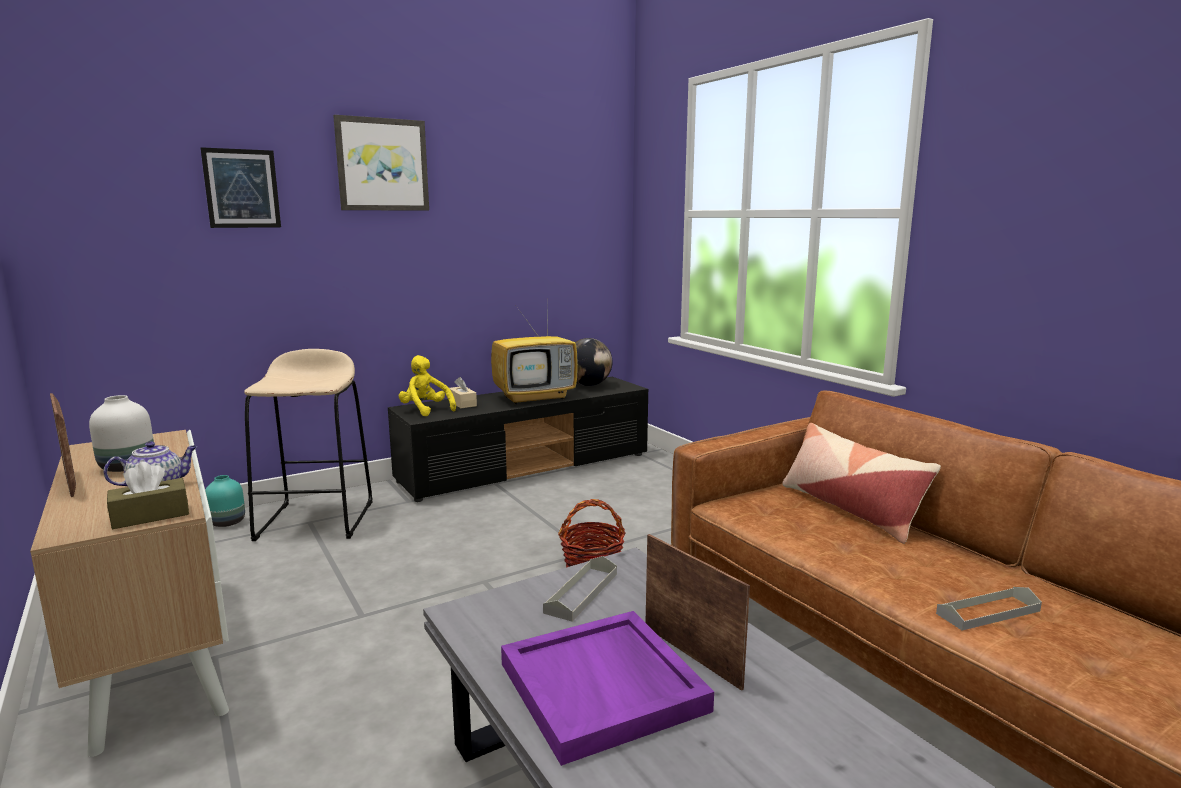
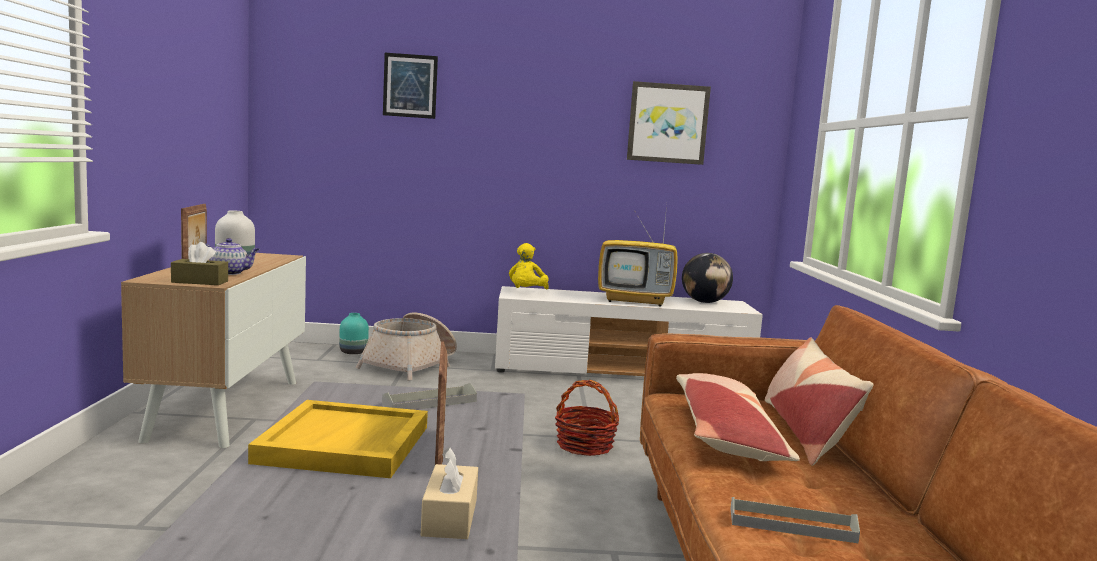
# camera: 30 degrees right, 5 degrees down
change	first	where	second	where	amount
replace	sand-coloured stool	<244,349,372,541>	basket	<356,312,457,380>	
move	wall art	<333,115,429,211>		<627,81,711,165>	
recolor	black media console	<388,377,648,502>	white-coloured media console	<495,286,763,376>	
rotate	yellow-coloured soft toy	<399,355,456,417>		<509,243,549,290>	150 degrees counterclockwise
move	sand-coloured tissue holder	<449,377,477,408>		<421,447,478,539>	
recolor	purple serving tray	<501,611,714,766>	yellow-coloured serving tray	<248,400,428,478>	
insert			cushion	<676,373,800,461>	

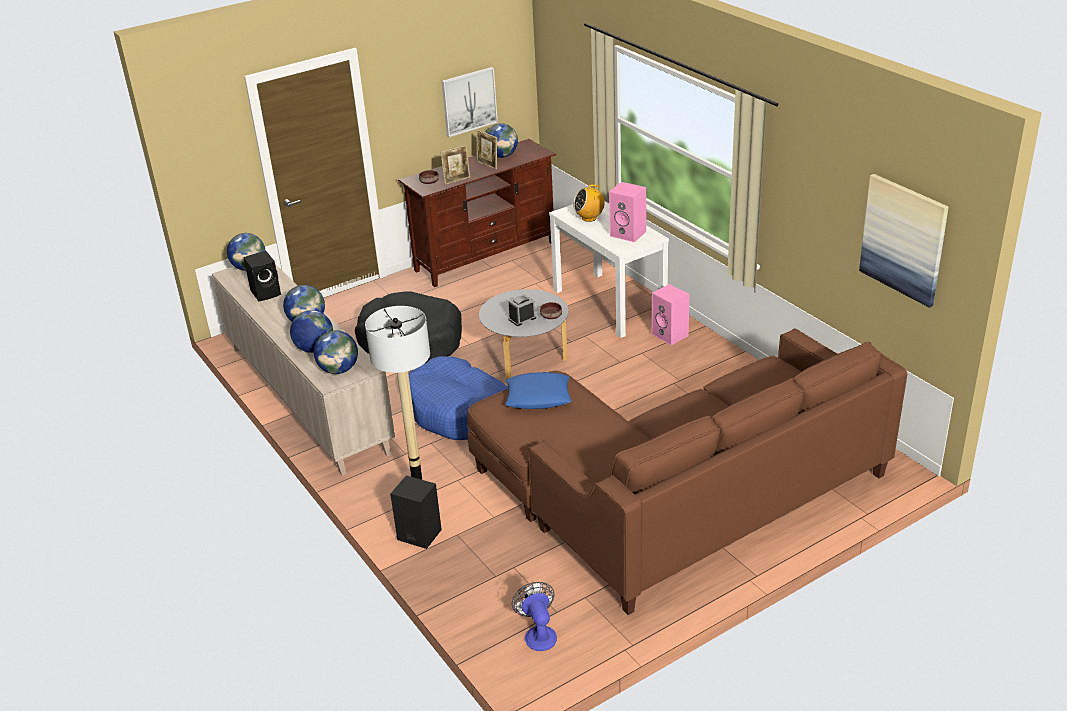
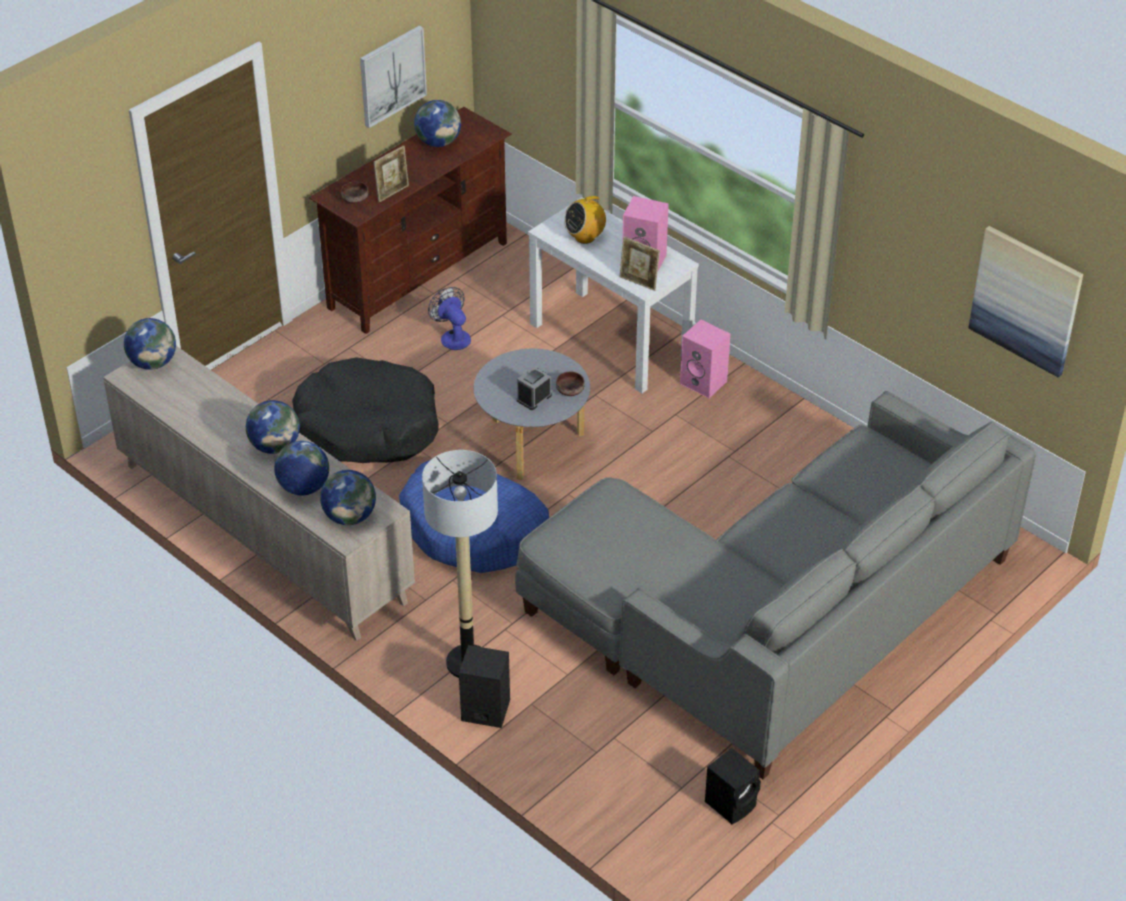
# camera: 15 degrees left, 10 degrees up
change	first	where	second	where	amount
move	black audio speaker	<243,251,281,301>		<705,748,761,824>	
recolor	brown sofa	<467,328,907,615>	gray sofa	<515,391,1036,780>	
move	photo frame	<477,130,497,169>		<620,237,660,291>	
delete	bluish cushion	<505,372,572,409>			
move	electric fan	<512,582,557,651>		<428,287,471,350>	

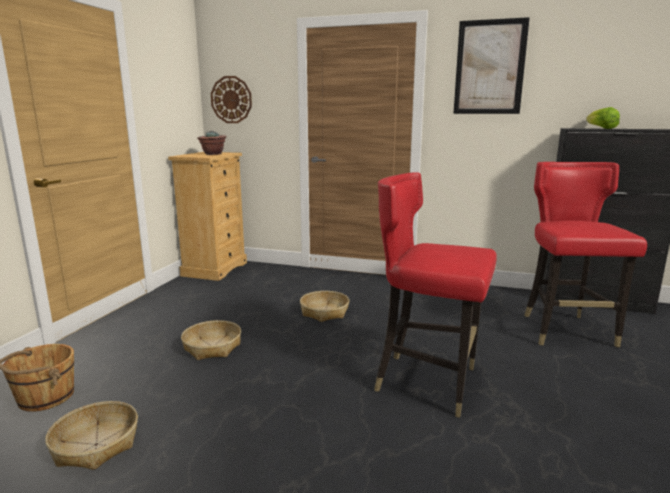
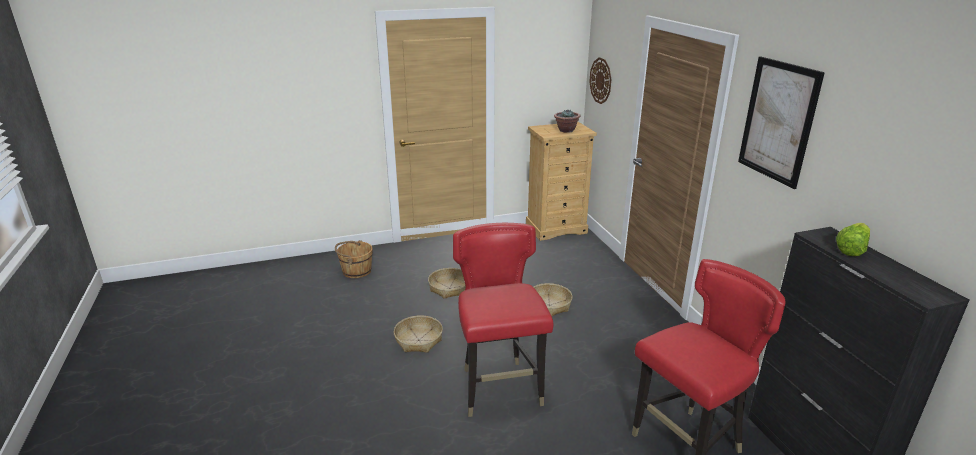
# camera: 55 degrees right, 10 degrees up
change	first	where	second	where	amount
move	basket	<45,401,138,470>		<394,315,443,353>	

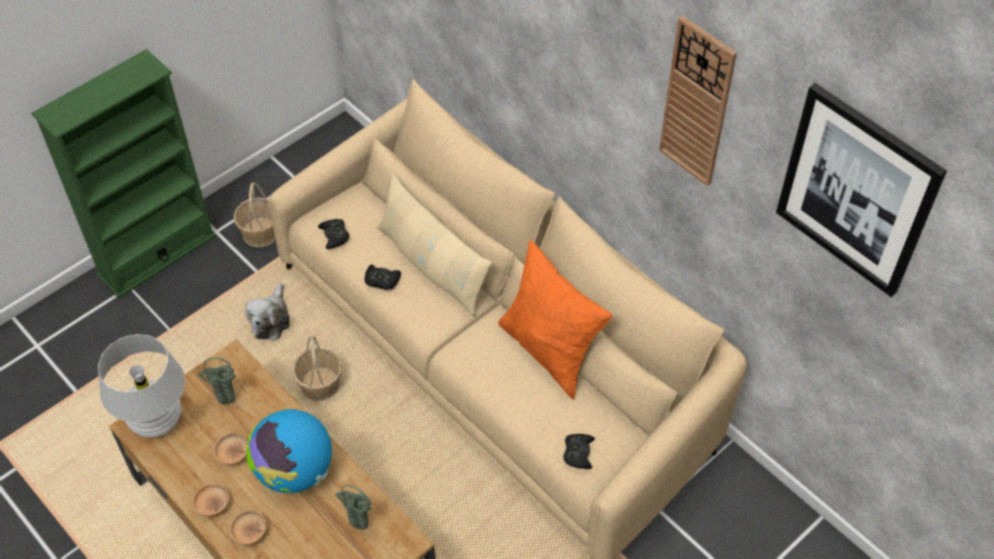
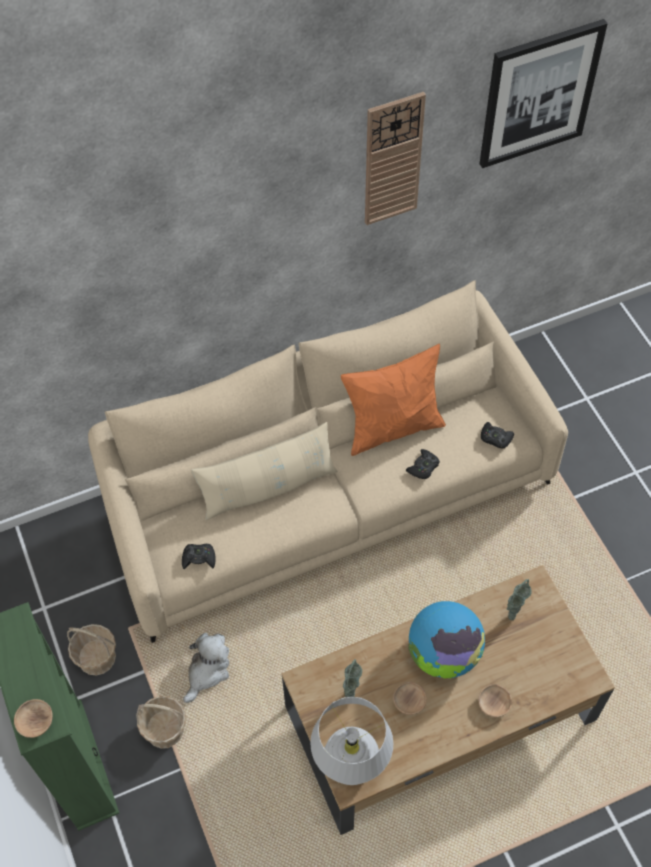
# camera: 70 degrees left, 5 degrees up
change	first	where	second	where	amount
move	brown deep dish	<192,484,229,516>		<14,699,53,738>	
rotate	soft toy	<245,283,290,341>		<183,633,229,703>	90 degrees counterclockwise
move	basket	<292,336,342,401>		<136,696,186,749>	
move	black gamepad	<365,264,401,290>		<406,449,440,479>	

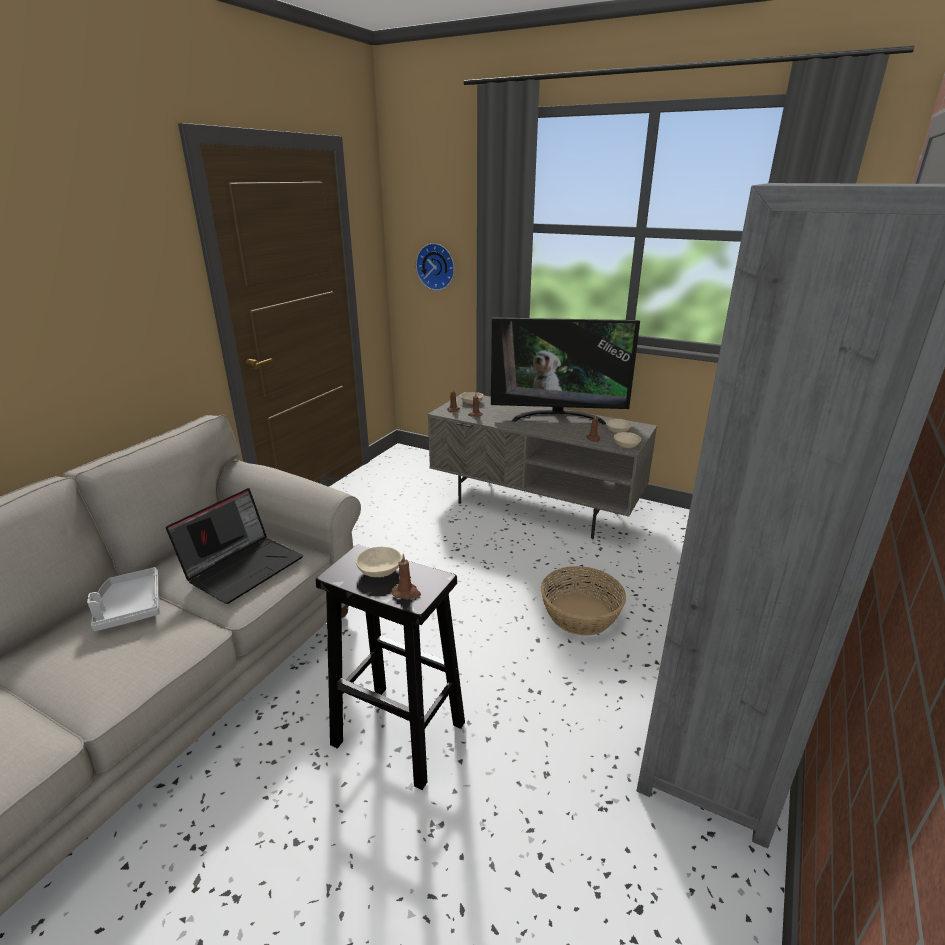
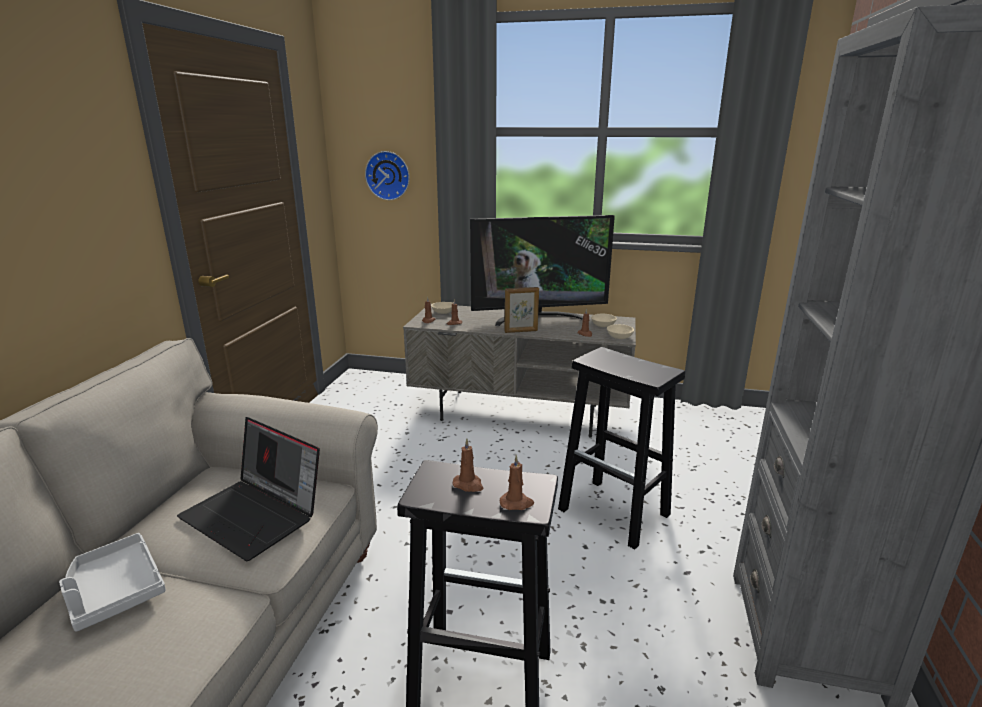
# camera: 15 degrees left, 5 degrees down
change	first	where	second	where	amount
rotate	notebook computer	<166,488,303,604>		<177,417,320,561>	105 degrees clockwise
replace	sand-coloured deep dish	<356,547,402,577>	brown candle	<453,438,483,492>	
replace	basket	<541,566,626,636>	black stool	<558,347,685,549>	
insert			photo frame	<504,287,539,333>	

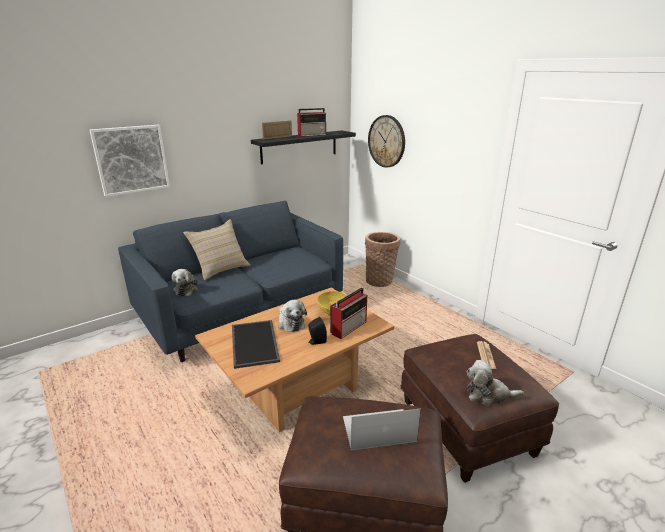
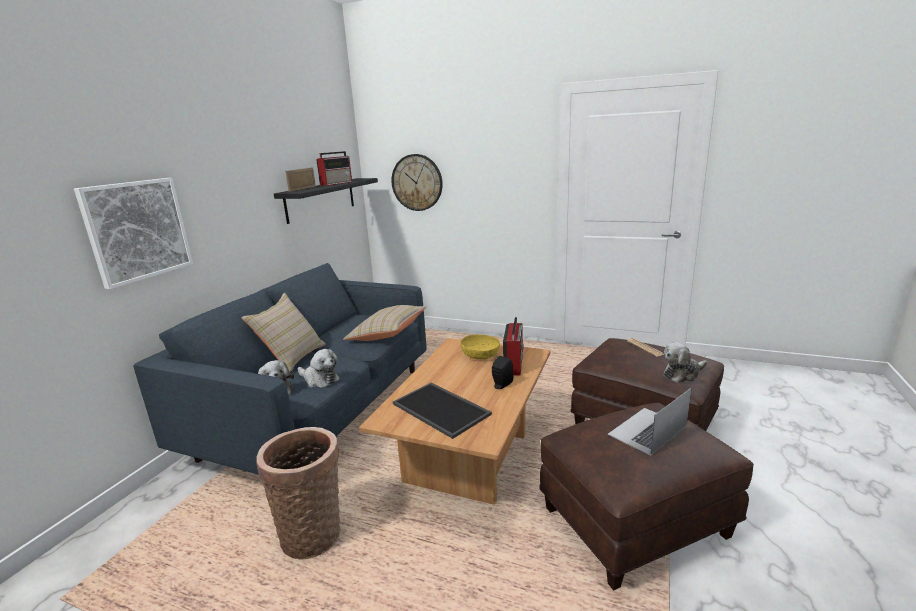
# camera: 30 degrees left, 5 degrees down
change	first	where	second	where	amount
move	soft toy	<278,300,307,332>		<298,349,340,388>	
move	basket	<365,232,400,287>		<256,427,340,560>	
insert			sand-coloured cushion	<343,305,426,341>	

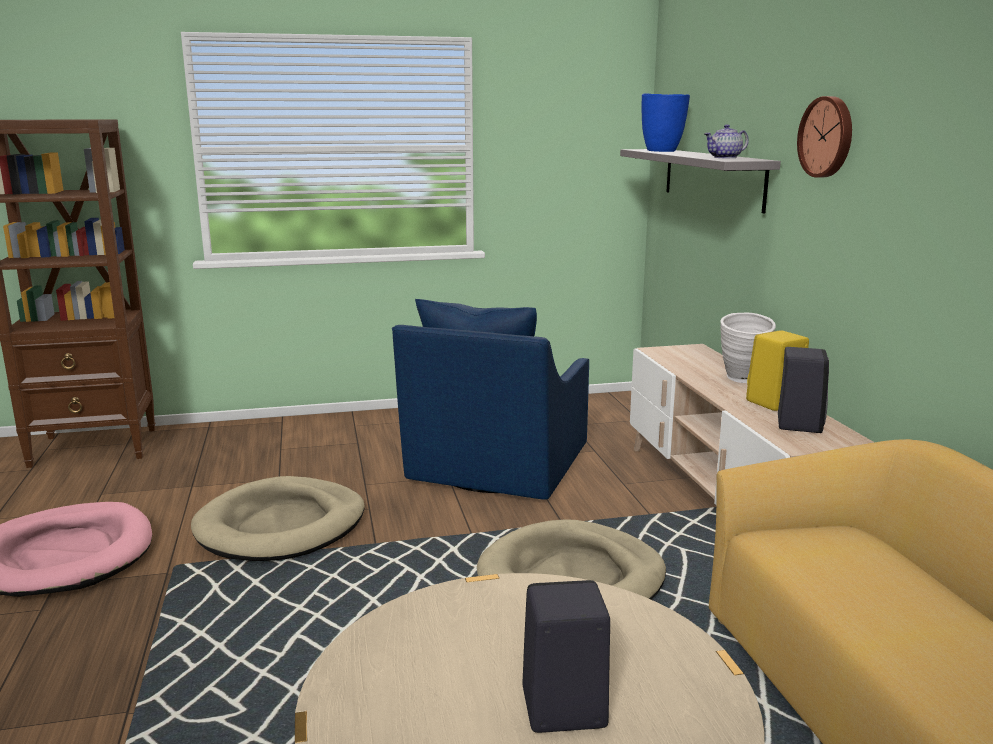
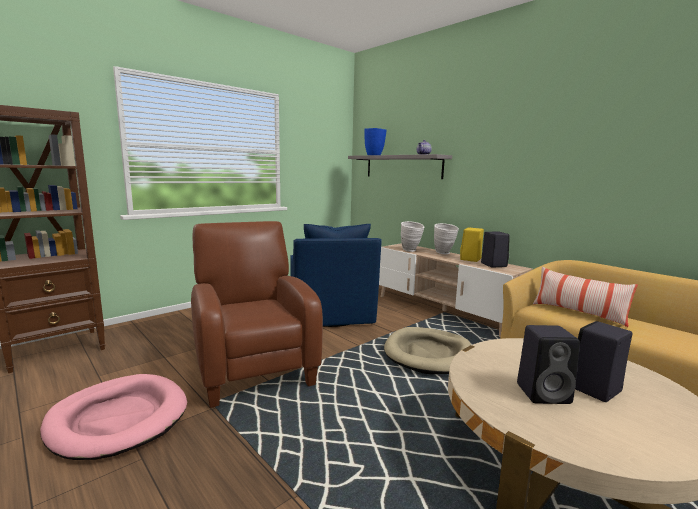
# camera: 30 degrees left, 5 degrees down
change	first	where	second	where	amount
replace	sand-coloured dog bed	<191,476,364,561>	brown armchair	<191,221,323,408>	
delete	clock on the wall	<797,96,852,178>			
insert			white-coloured vase	<401,221,425,252>	
insert			black audio speaker	<517,325,580,404>	
insert			cushion	<533,267,638,327>	

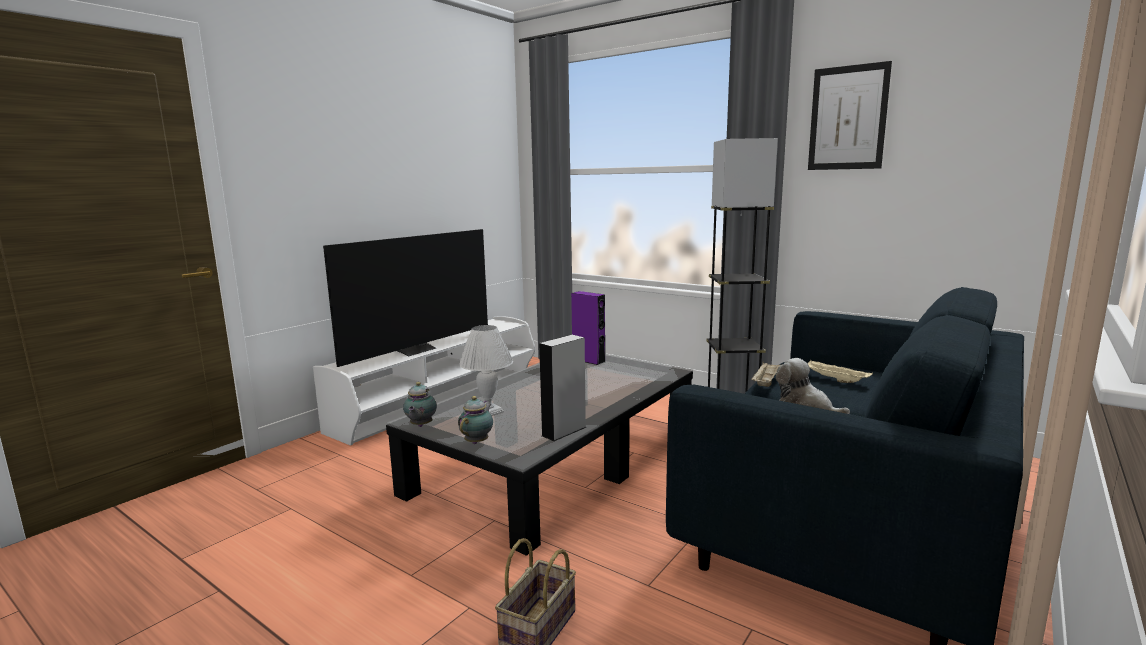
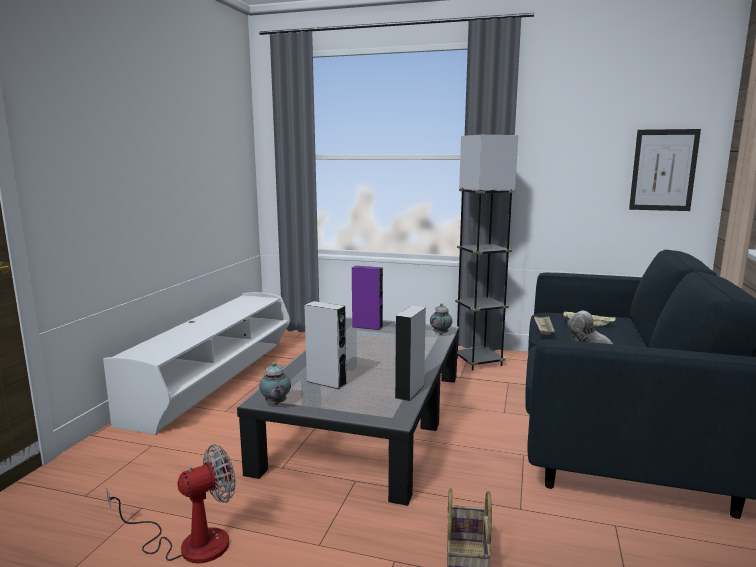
# camera: 20 degrees left, 0 degrees up
change	first	where	second	where	amount
delete	television	<323,229,488,367>			
move	pot for tea	<458,396,493,444>		<430,304,452,335>	
replace	white-coloured tabletop lamp	<459,325,513,416>	gray audio speaker	<305,301,347,389>	
move	wall art	<808,61,892,170>		<629,129,701,211>	
insert			electric fan	<106,445,236,563>	

